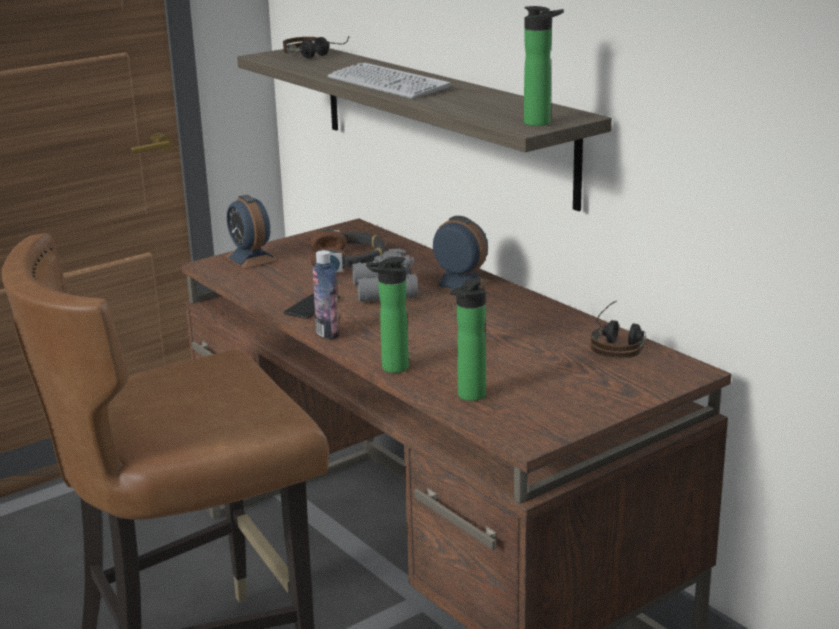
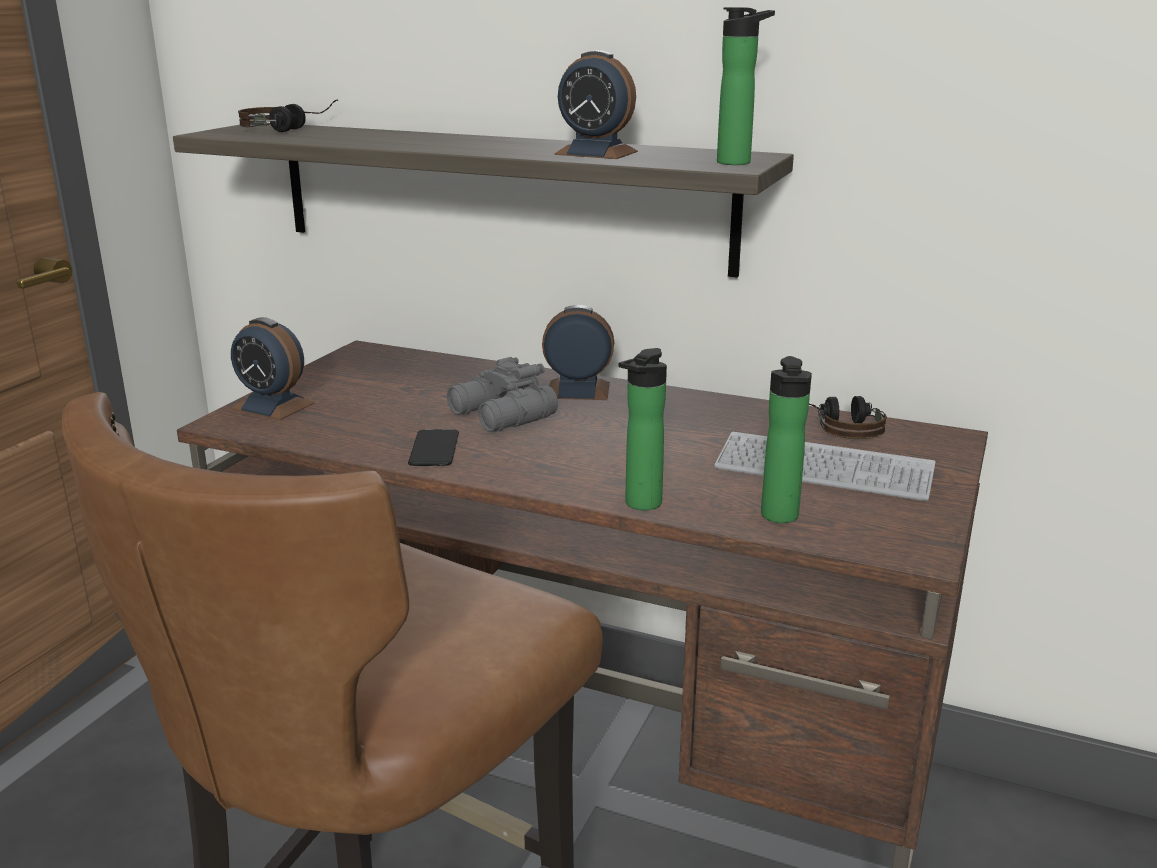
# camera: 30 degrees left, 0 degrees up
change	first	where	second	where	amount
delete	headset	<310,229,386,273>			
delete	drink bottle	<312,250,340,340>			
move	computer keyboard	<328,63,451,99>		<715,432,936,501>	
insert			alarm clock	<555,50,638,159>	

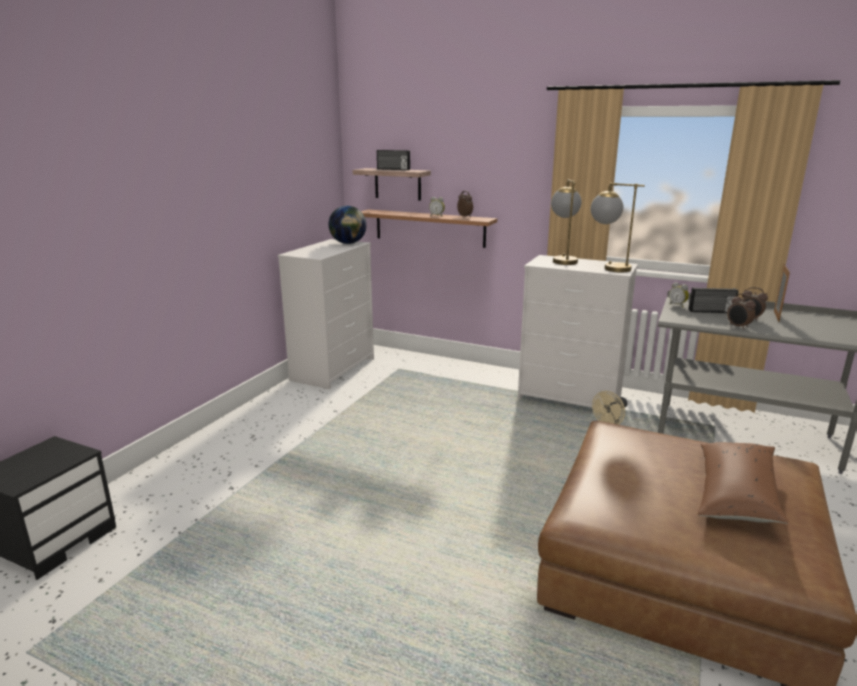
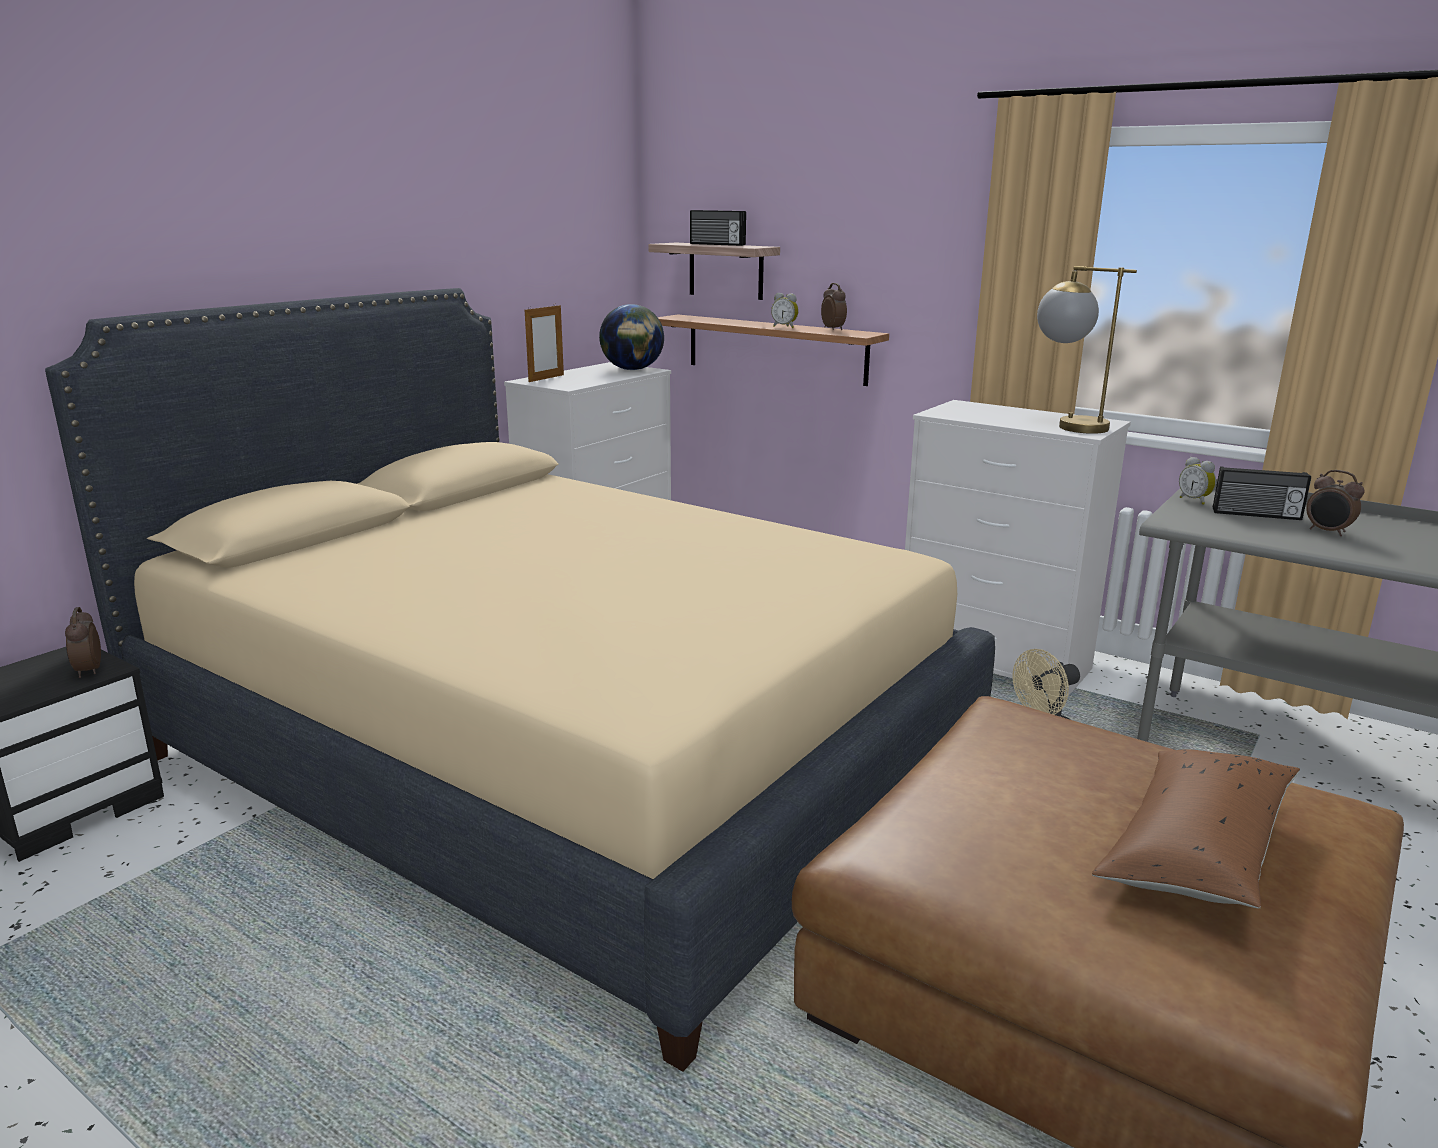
# camera: 10 degrees right, 0 degrees up
change	first	where	second	where	amount
delete	tabletop lamp	<551,179,581,265>			
move	alarm clock	<727,294,756,329>		<65,607,101,678>	
move	photo frame	<774,264,790,322>		<525,303,564,382>	
insert			sand-coloured sleeping bed	<45,288,995,1072>	

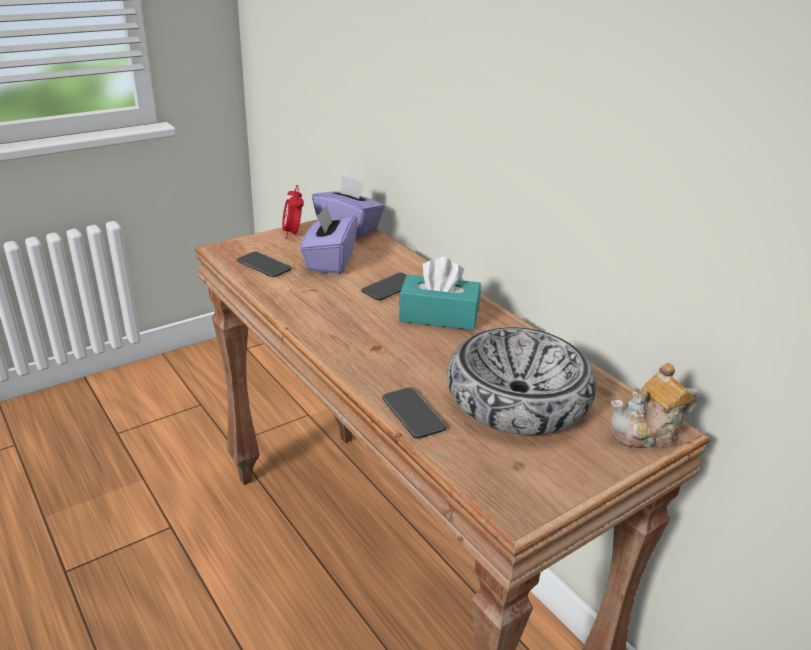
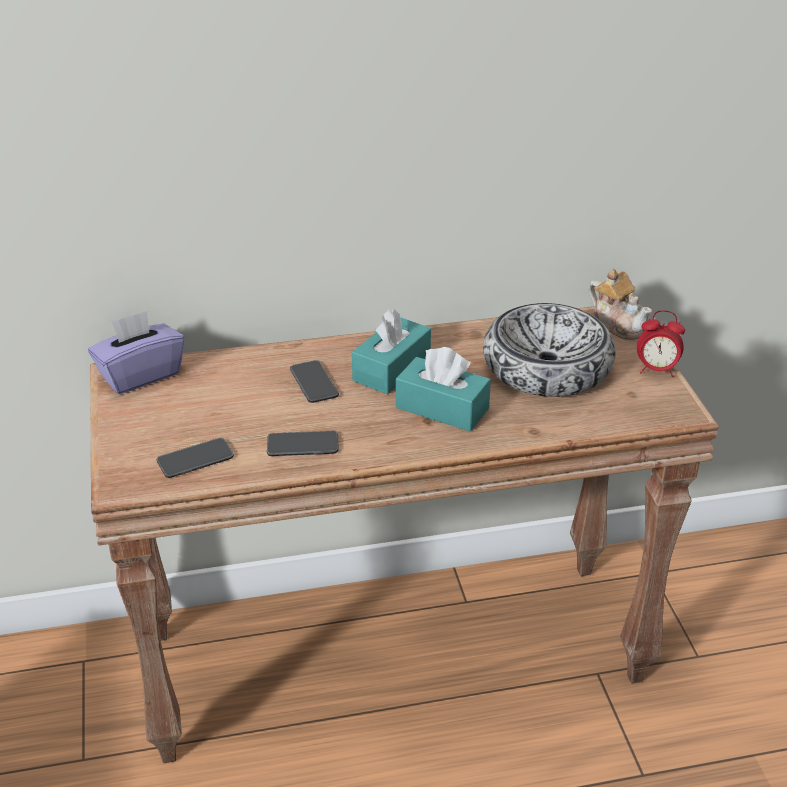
# camera: 65 degrees left, 5 degrees up
change	first	where	second	where	amount
move	alarm clock	<282,185,304,239>		<637,310,685,377>	
delete	purple tissue holder	<300,204,358,274>			
move	phone	<382,387,446,439>		<267,431,339,456>	
rotate	pot for tea	<610,363,698,448>		<588,269,652,340>	45 degrees counterclockwise
insert			turquoise-coloured tissue holder	<396,347,491,432>	

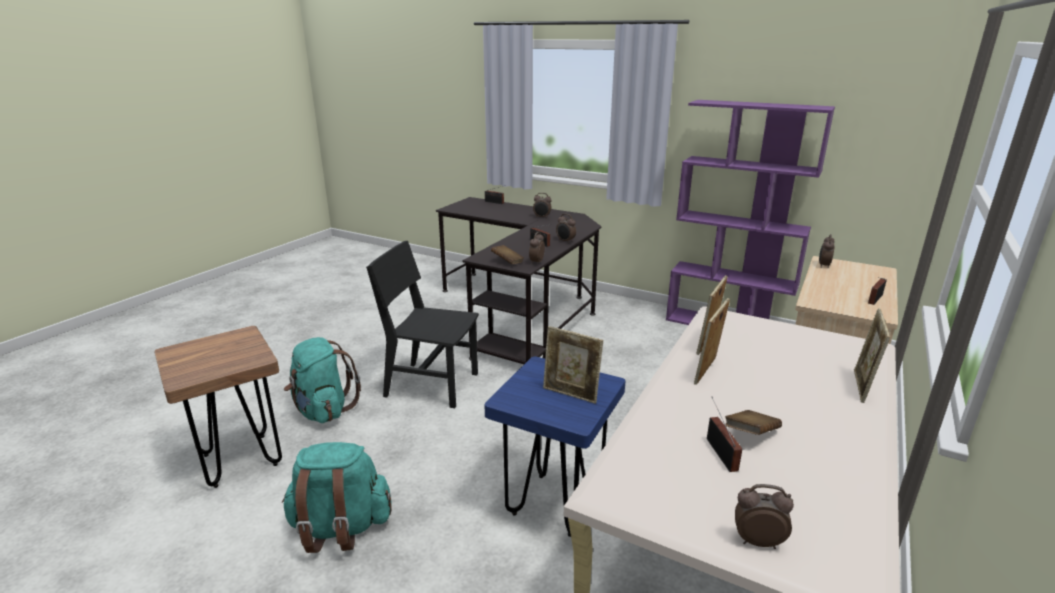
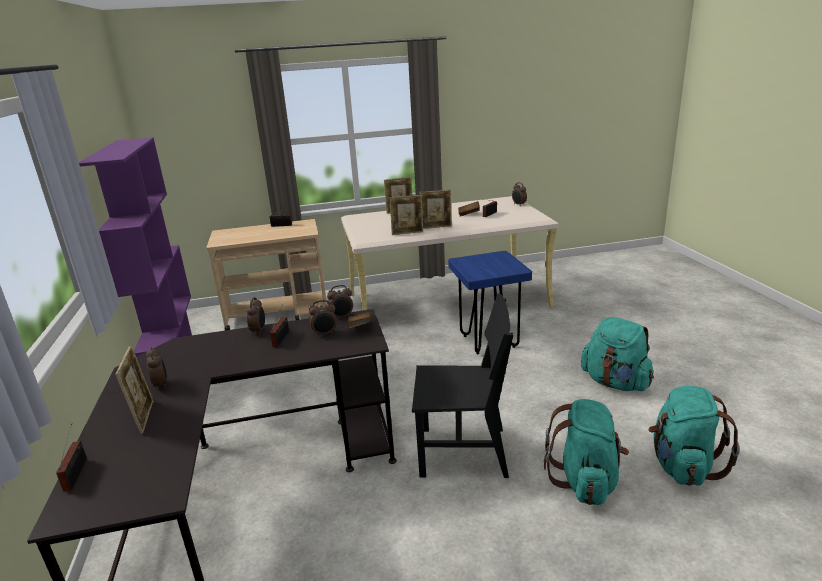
# camera: 130 degrees left, 0 degrees up
change	first	where	second	where	amount
replace	brown stool	<154,326,282,488>	turquoise-coloured backpack	<648,386,740,486>	
rotate	black plain chair	<366,241,479,408>		<412,294,513,478>	60 degrees counterclockwise
move	photo frame	<543,326,603,404>		<115,345,153,434>	
move	alarm clock	<819,234,835,268>		<309,300,337,337>	

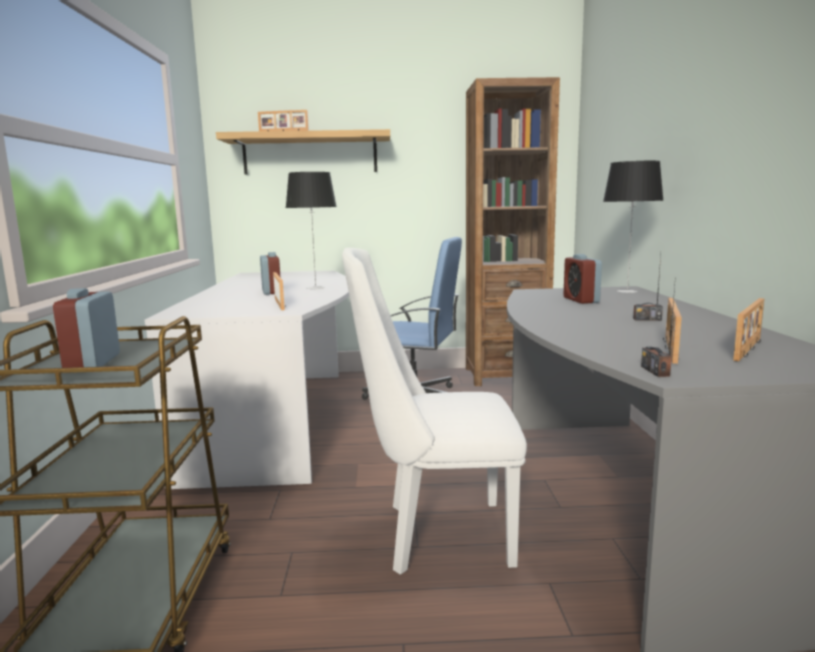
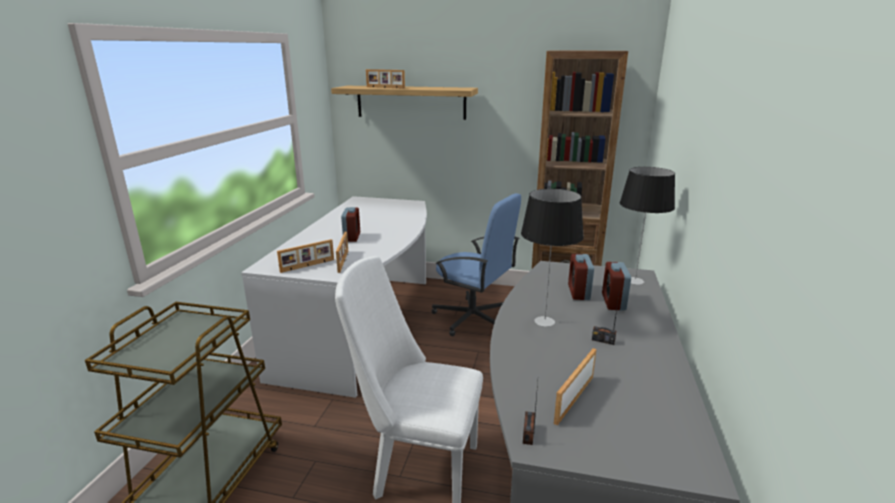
# camera: 15 degrees right, 10 degrees up
change	first	where	second	where	amount
move	alarm clock	<53,288,120,368>		<602,262,631,311>	
move	tabletop lamp	<286,172,337,289>		<521,189,584,327>	
move	photo frame	<733,298,764,361>		<277,239,334,273>	

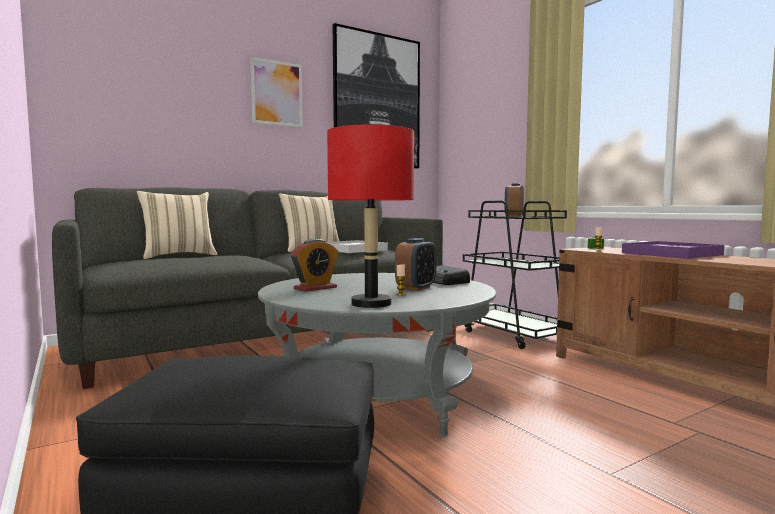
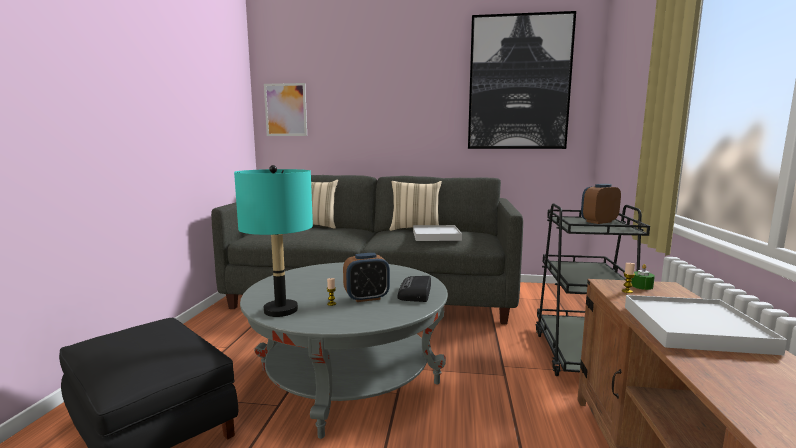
# camera: 40 degrees right, 5 degrees up
change	first	where	second	where	amount
move	wall art	<250,57,303,128>		<264,83,307,136>	
delete	alarm clock	<291,239,338,292>			
recolor	red tabletop lamp	<327,125,414,308>	turquoise-coloured tabletop lamp	<234,165,313,317>	
recolor	purple serving tray	<622,241,725,259>	white-coloured serving tray	<625,295,787,355>	

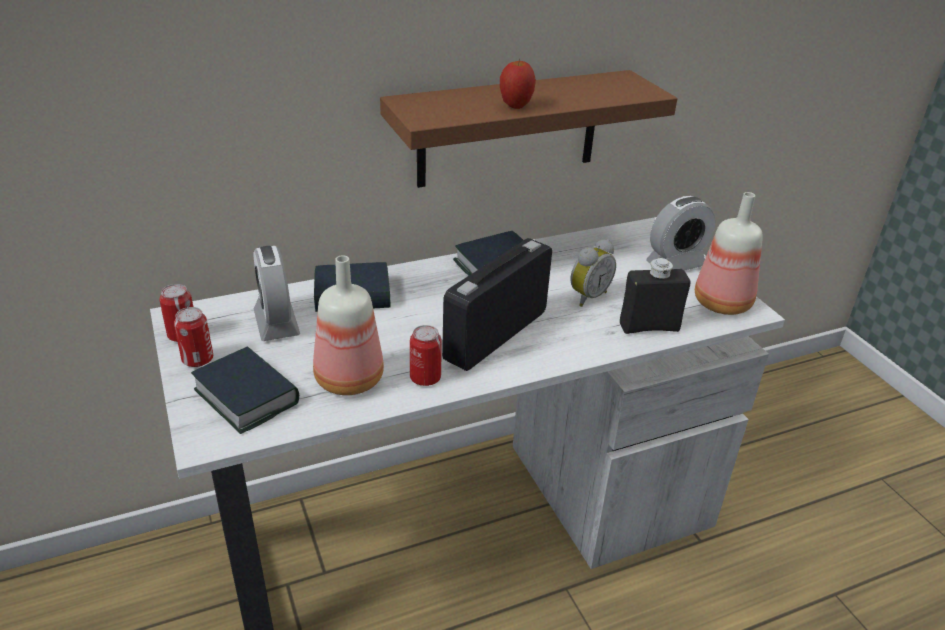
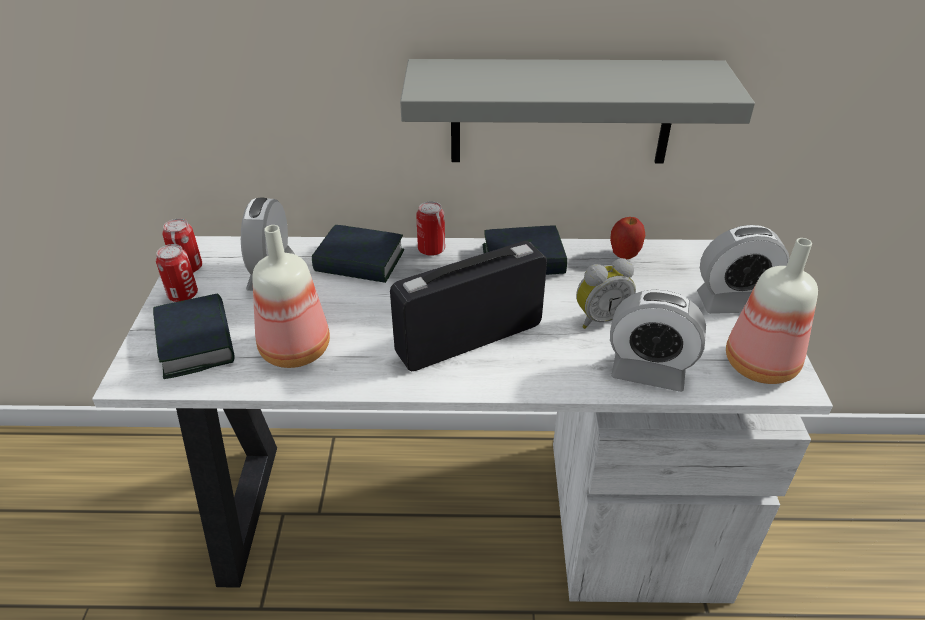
# camera: 25 degrees right, 5 degrees up
change	first	where	second	where	amount
recolor	brown wall shelf	<380,70,677,188>	gray wall shelf	<400,59,755,163>	
move	metal can	<410,325,442,386>		<417,201,445,256>	
move	whole apple	<500,58,536,109>		<610,217,646,259>	
replace	black drink bottle	<620,258,691,334>	alarm clock	<610,290,706,392>	

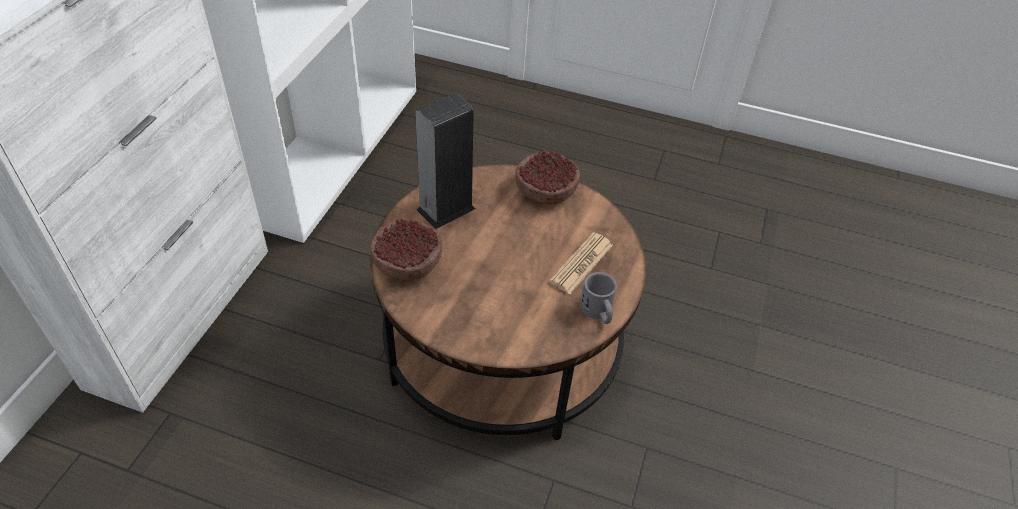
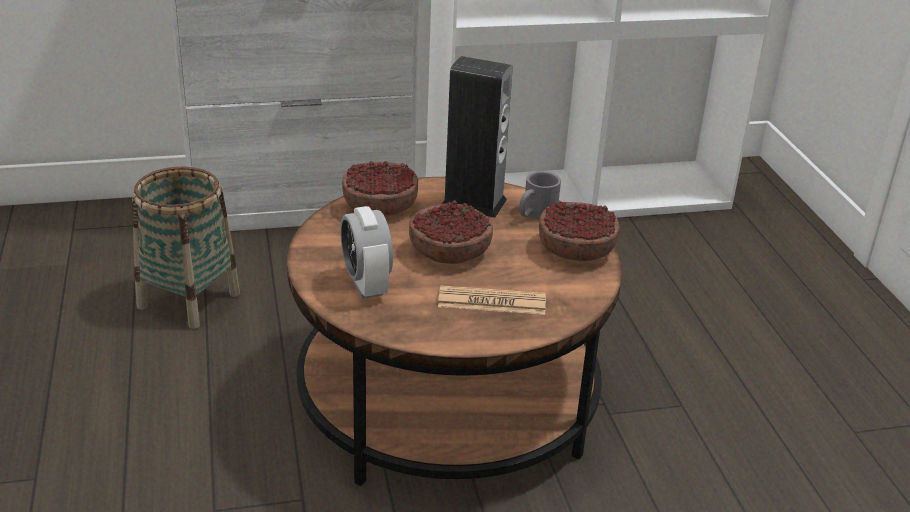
# camera: 60 degrees right, 15 degrees down
change	first	where	second	where	amount
move	gray coffee mug	<580,272,617,324>		<519,171,561,220>	
insert			basket	<132,167,240,329>	
insert			alarm clock	<340,206,393,299>	
insert			deep dish	<409,200,493,264>	

